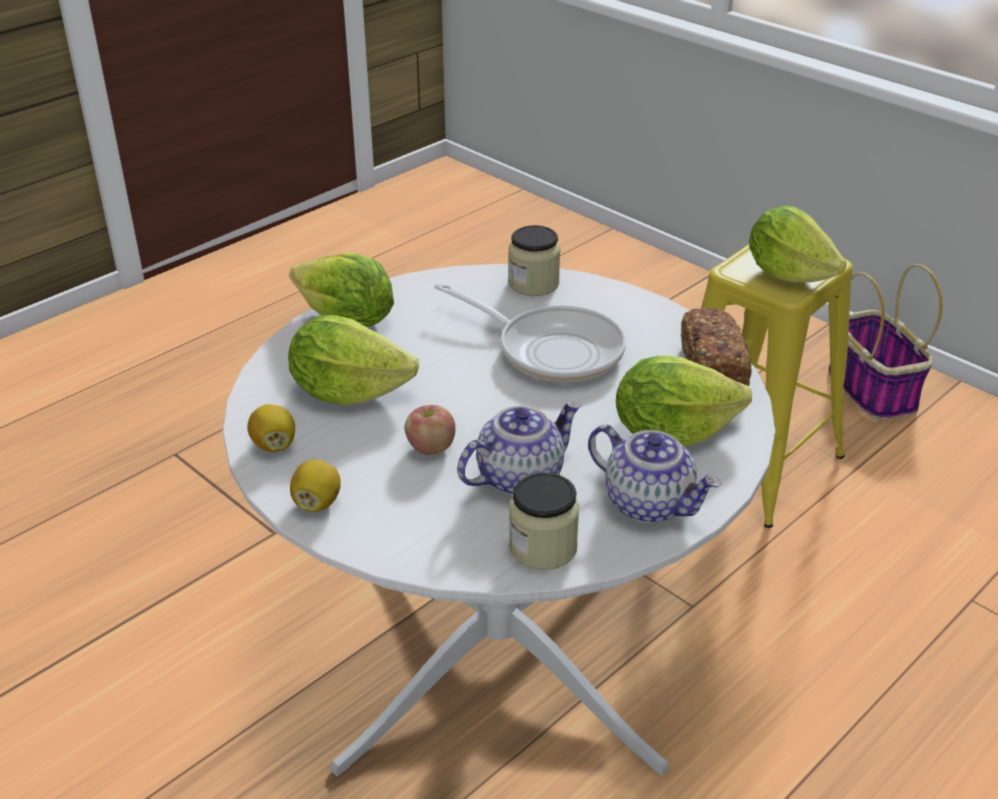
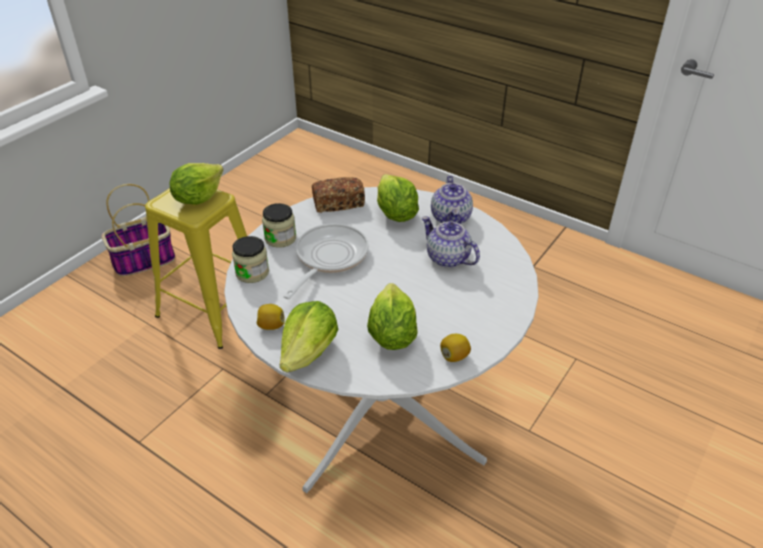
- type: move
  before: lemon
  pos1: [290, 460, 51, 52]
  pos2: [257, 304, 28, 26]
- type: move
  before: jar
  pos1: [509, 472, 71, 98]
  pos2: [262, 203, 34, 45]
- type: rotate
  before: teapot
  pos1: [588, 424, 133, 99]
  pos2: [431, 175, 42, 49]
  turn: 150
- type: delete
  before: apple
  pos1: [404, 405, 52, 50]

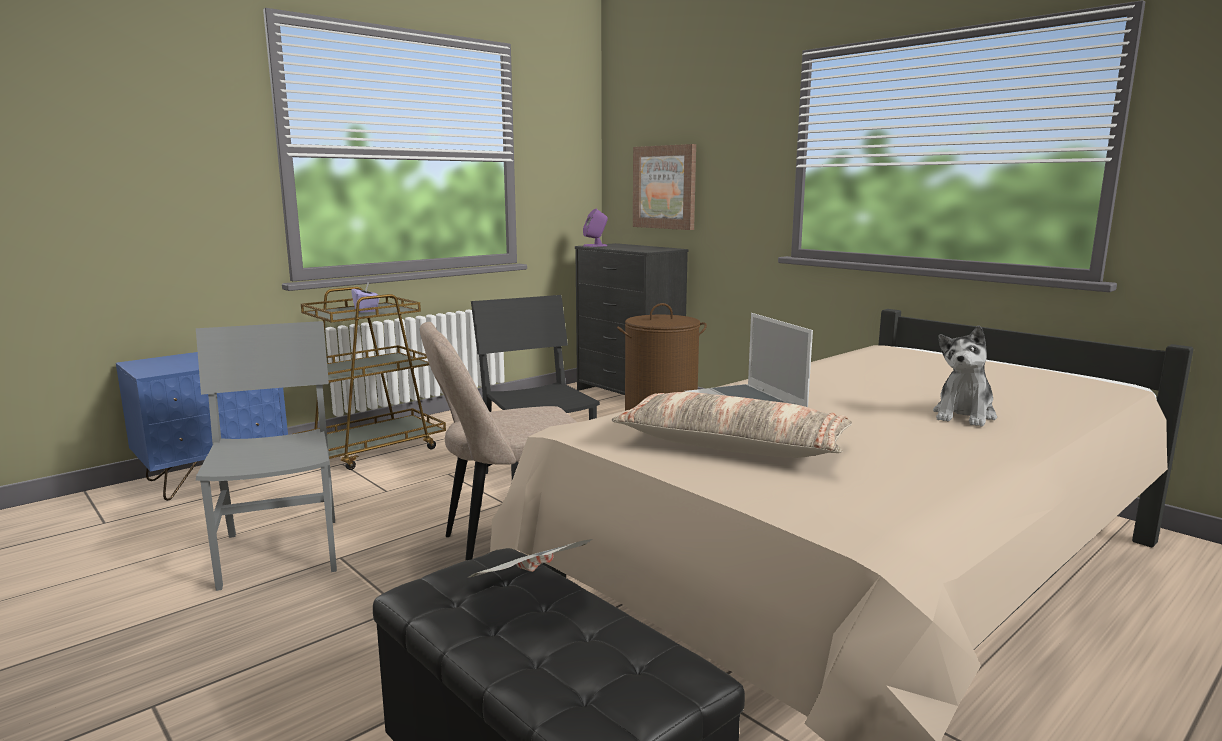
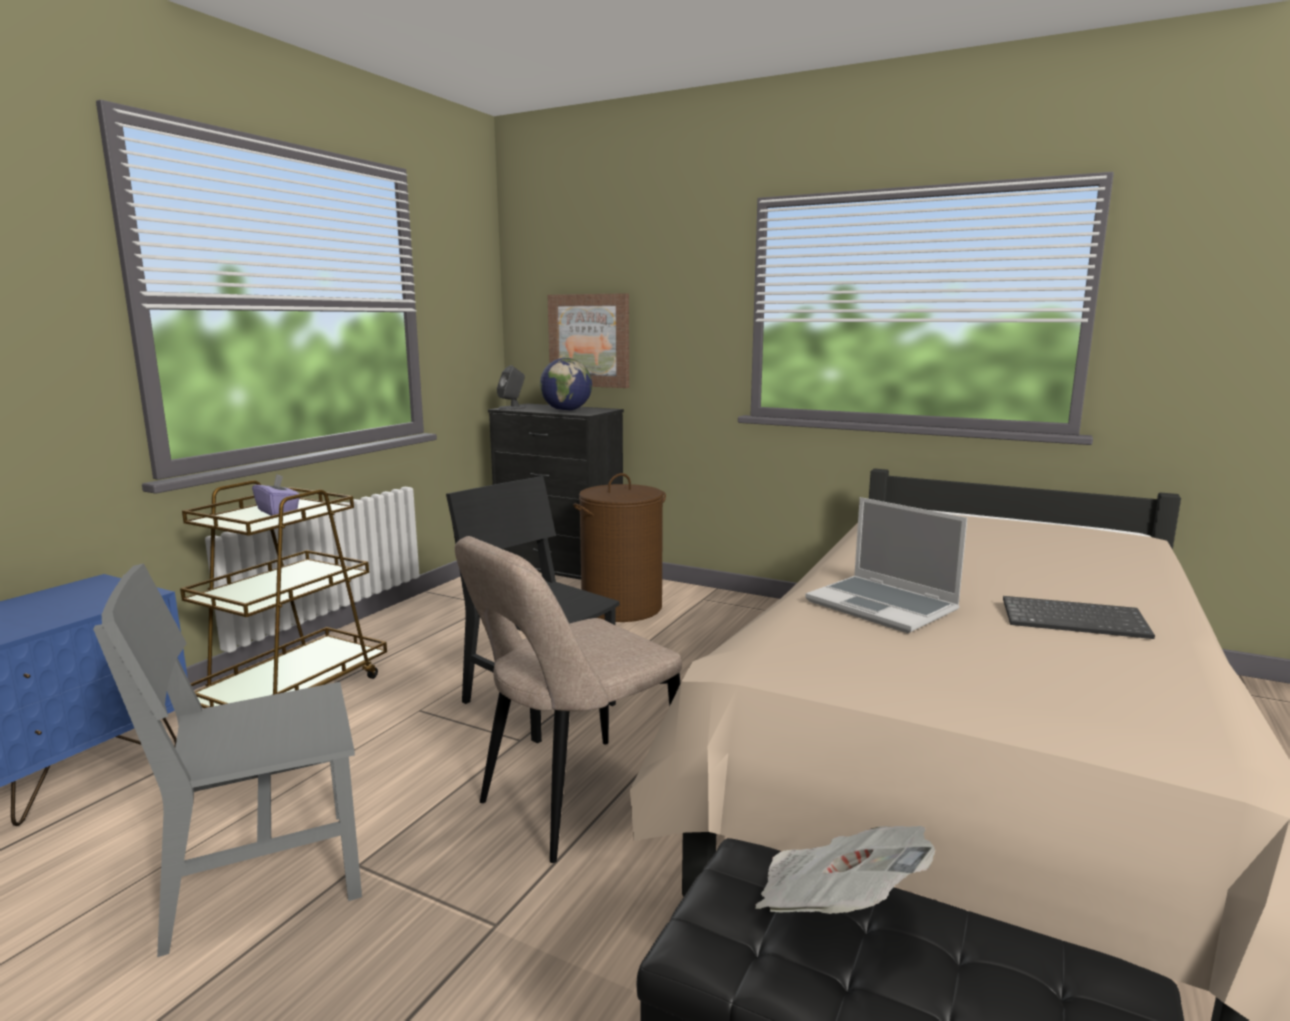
- type: rotate
  before: grey chair
  pos1: [196, 321, 141, 270]
  pos2: [93, 563, 269, 394]
  turn: -75
- type: recolor
  before: purple speaker
  after: grey speaker
  pos1: [583, 209, 25, 38]
  pos2: [497, 365, 29, 45]
- type: insert
  after: globe
  pos2: [540, 358, 52, 53]
- type: insert
  after: keyboard
  pos2: [1003, 596, 152, 43]
- type: delete
  before: pillow
  pos1: [612, 392, 240, 66]
- type: delete
  before: plush toy
  pos1: [933, 325, 64, 102]

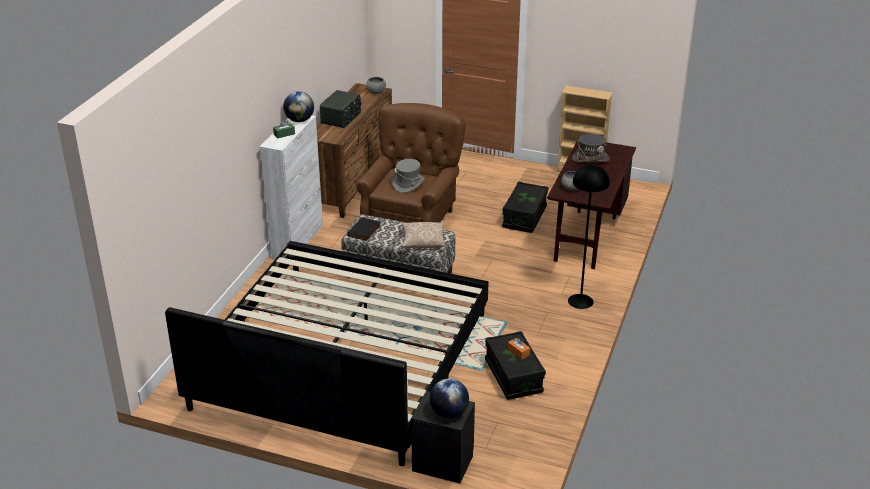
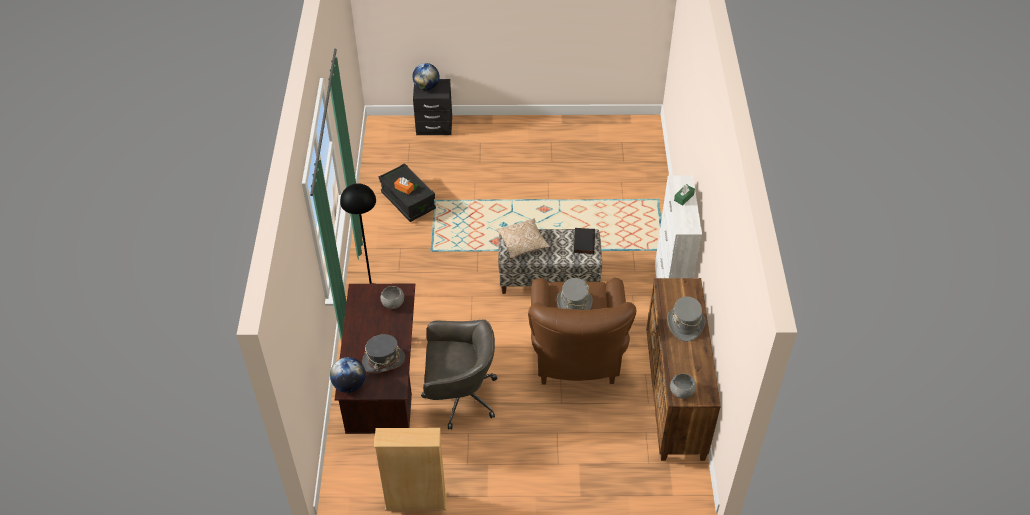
- type: move
  before: globe
  pos1: [283, 91, 31, 31]
  pos2: [330, 357, 36, 36]
- type: replace
  before: black storage box
  after: grey office chair
  pos1: [502, 181, 47, 52]
  pos2: [421, 319, 76, 111]
- type: replace
  before: radio
  after: grey hat
  pos1: [320, 90, 41, 38]
  pos2: [667, 296, 38, 46]
- type: delete
  before: bed
  pos1: [165, 241, 323, 225]

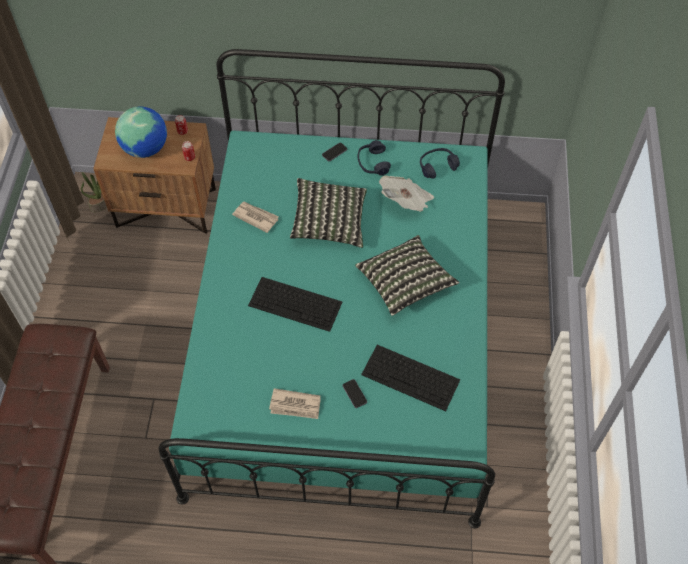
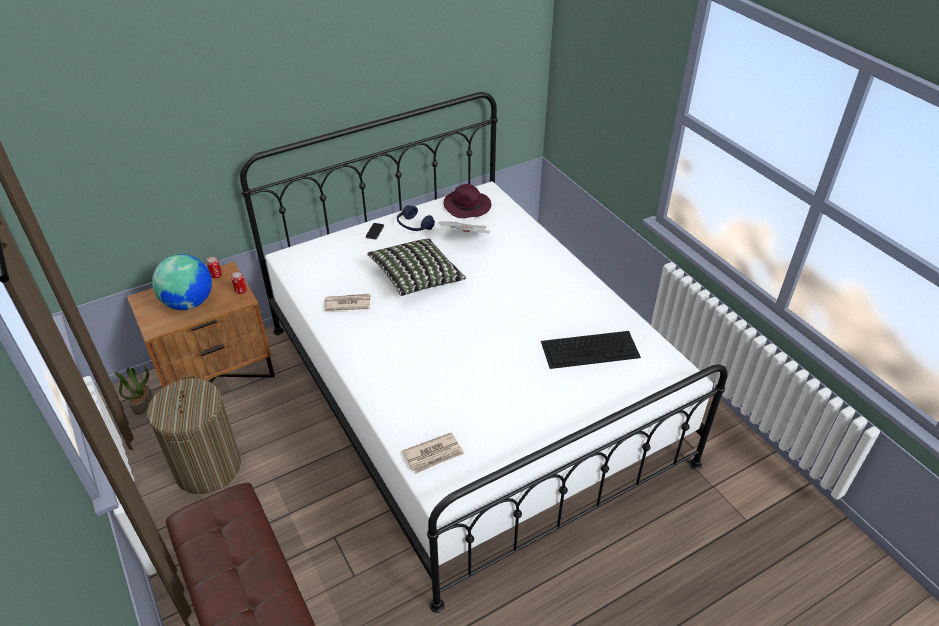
- type: insert
  after: laundry basket
  pos2: [147, 375, 94, 119]
- type: recolor
  before: turquoise bed
  after: white bed
  pos1: [158, 49, 347, 479]
  pos2: [240, 92, 488, 521]
- type: move
  before: newspaper
  pos1: [269, 388, 52, 31]
  pos2: [402, 432, 62, 42]
- type: replace
  before: blue headphones
  after: purple hat
  pos1: [420, 148, 40, 31]
  pos2: [443, 184, 48, 34]
- type: delete
  before: keyboard
  pos1: [248, 277, 94, 55]
- type: delete
  before: phone
  pos1: [343, 379, 24, 29]
- type: delete
  before: pillow
  pos1: [355, 235, 104, 81]

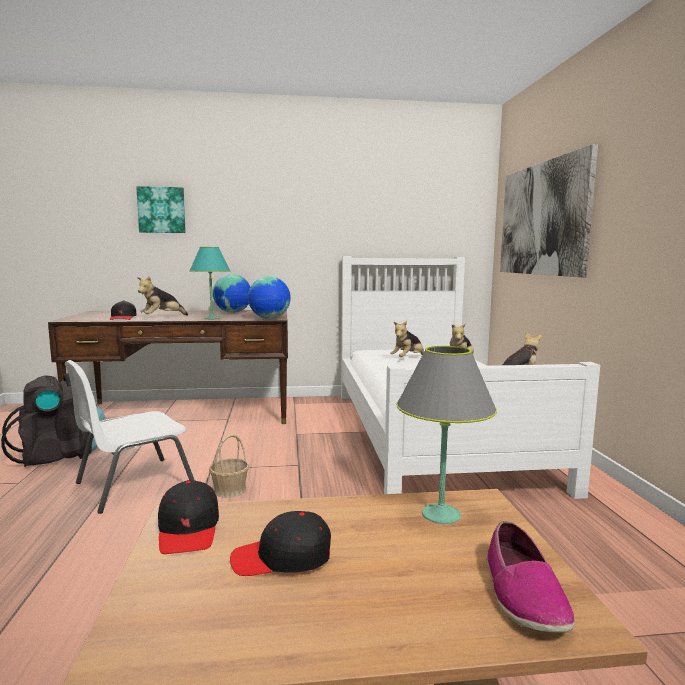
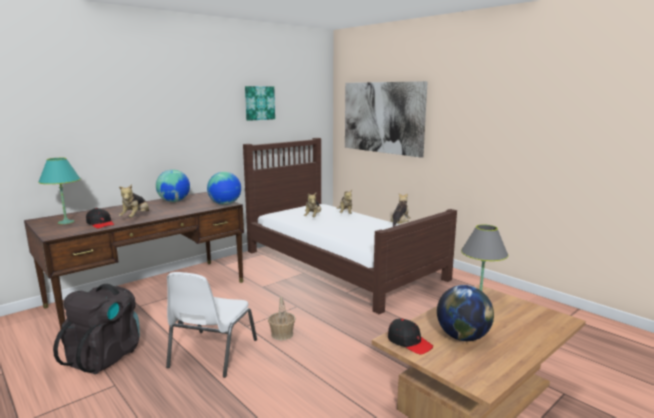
- type: move
  before: turquoise table lamp
  pos1: [190, 247, 40, 72]
  pos2: [38, 158, 43, 66]
- type: recolor
  before: white bed
  after: brown bed
  pos1: [341, 256, 259, 243]
  pos2: [243, 138, 214, 176]
- type: move
  before: picture
  pos1: [136, 186, 50, 47]
  pos2: [245, 86, 30, 35]
- type: replace
  before: black cap
  after: globe
  pos1: [230, 511, 101, 65]
  pos2: [437, 285, 57, 56]
- type: delete
  before: shoe
  pos1: [486, 521, 89, 112]

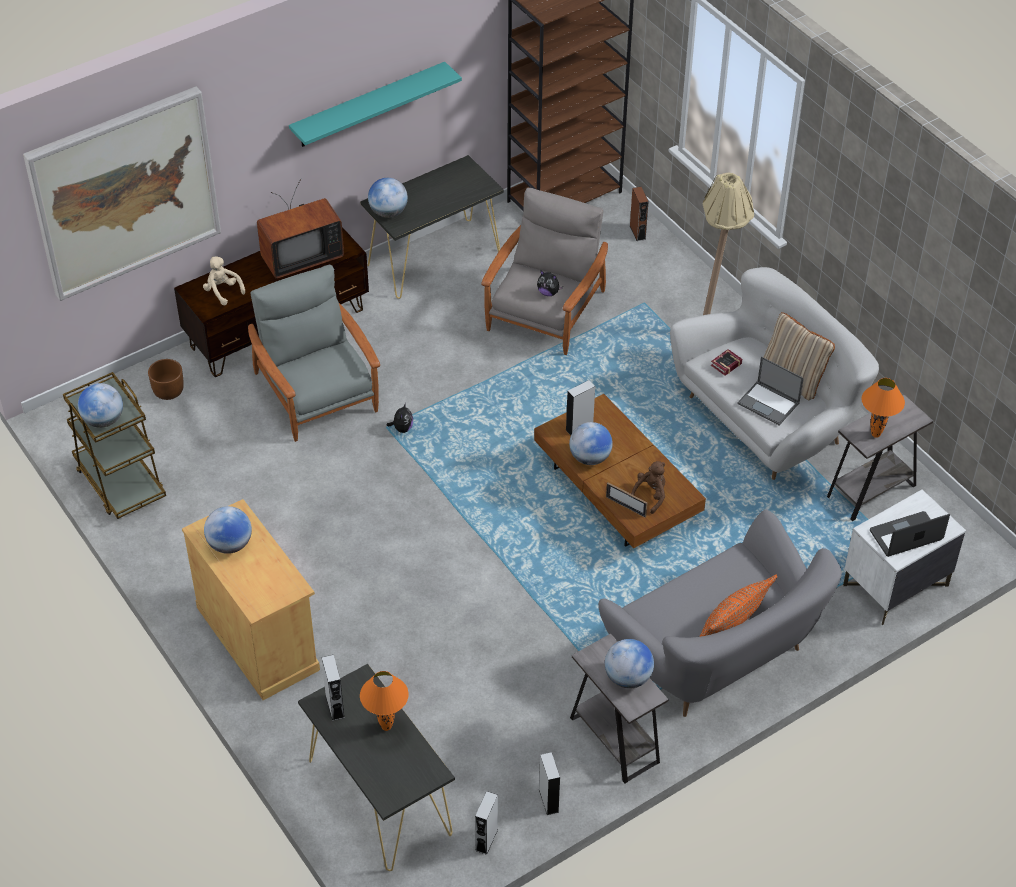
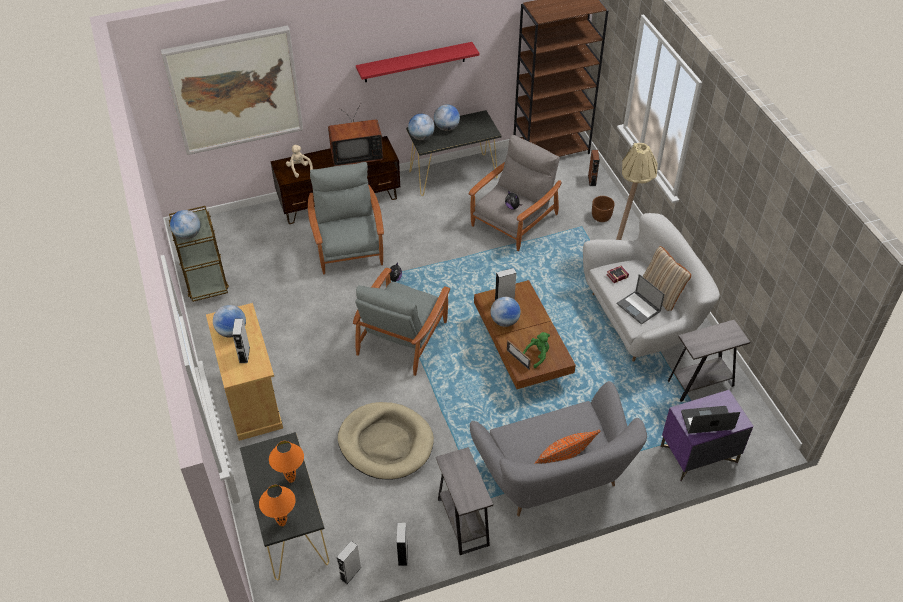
- type: move
  before: grey speaker
  pos1: [321, 655, 24, 66]
  pos2: [232, 318, 18, 45]
- type: move
  before: orange table lamp
  pos1: [862, 378, 43, 60]
  pos2: [259, 485, 36, 41]
- type: insert
  after: beige dog bed
  pos2: [338, 402, 96, 78]
- type: insert
  after: grey armchair
  pos2: [353, 268, 97, 108]
- type: recolor
  before: turquoise shelf
  after: red shelf
  pos1: [289, 62, 173, 85]
  pos2: [356, 42, 123, 40]
- type: move
  before: globe
  pos1: [605, 639, 49, 50]
  pos2: [434, 104, 26, 27]
- type: recolor
  before: brown plush toy
  after: green plush toy
  pos1: [631, 461, 34, 53]
  pos2: [523, 332, 27, 36]
- type: move
  before: brown planter
  pos1: [148, 359, 36, 41]
  pos2: [592, 196, 23, 26]
- type: recolor
  before: white nightstand
  after: purple nightstand
  pos1: [843, 490, 123, 135]
  pos2: [660, 390, 94, 91]

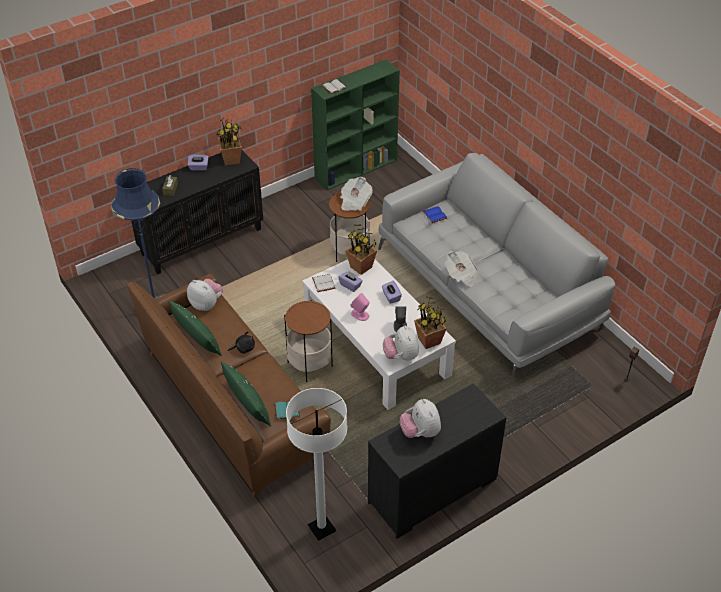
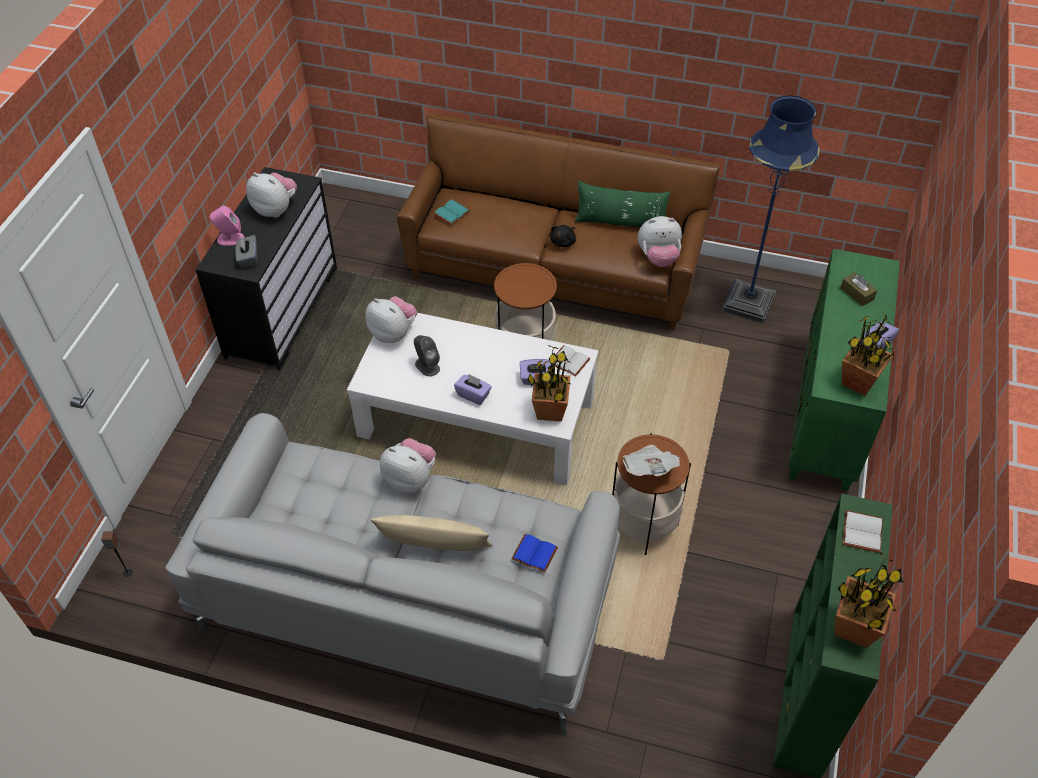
- type: move
  before: pink speaker
  pos1: [351, 293, 18, 28]
  pos2: [210, 206, 34, 40]
- type: insert
  after: grey tissue box
  pos2: [235, 235, 22, 33]
- type: insert
  after: beige pillow
  pos2: [370, 515, 123, 36]
- type: replace
  before: newspaper
  after: plush toy
  pos1: [445, 251, 34, 36]
  pos2: [380, 438, 56, 55]
- type: recolor
  before: black cabinet
  after: green cabinet
  pos1: [131, 150, 132, 125]
  pos2: [788, 249, 112, 242]
- type: move
  before: potted plant
  pos1: [414, 297, 33, 52]
  pos2: [834, 552, 70, 96]
- type: delete
  before: green pillow
  pos1: [221, 361, 50, 65]
- type: delete
  before: white floor lamp
  pos1: [286, 388, 61, 153]

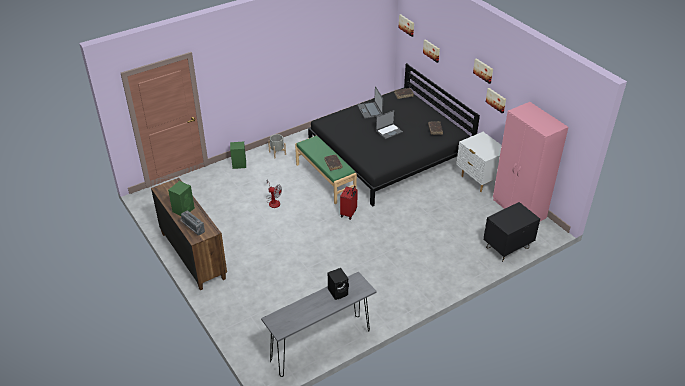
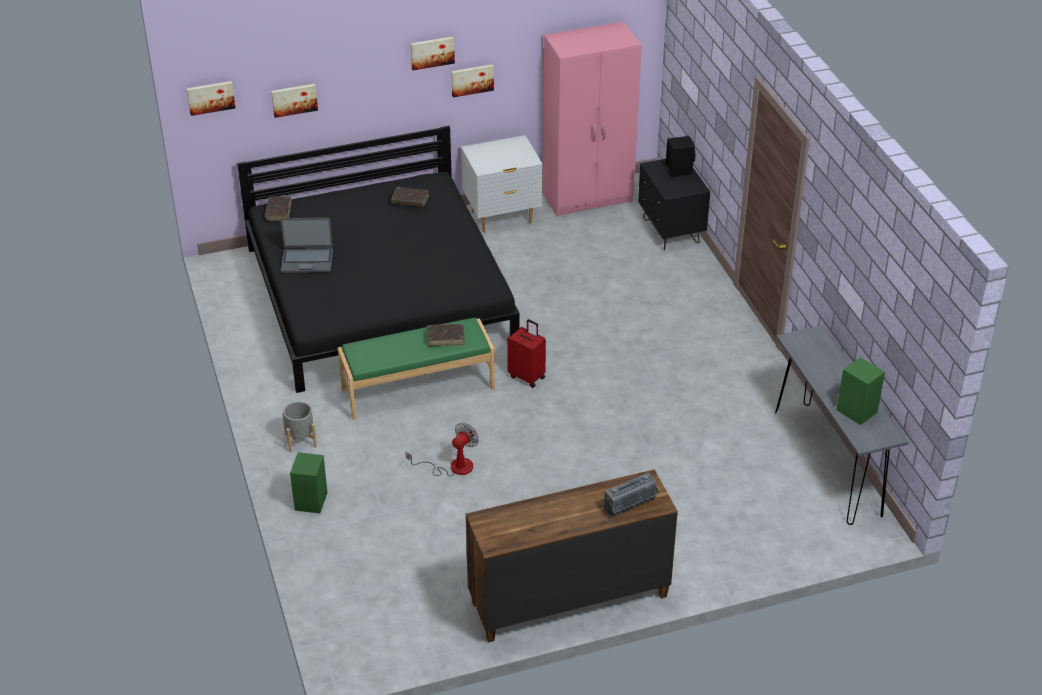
- type: move
  before: black speaker
  pos1: [328, 268, 21, 32]
  pos2: [666, 136, 30, 41]
- type: move
  before: green speaker
  pos1: [168, 181, 27, 35]
  pos2: [836, 357, 49, 68]
- type: delete
  before: laptop
  pos1: [376, 110, 27, 29]

